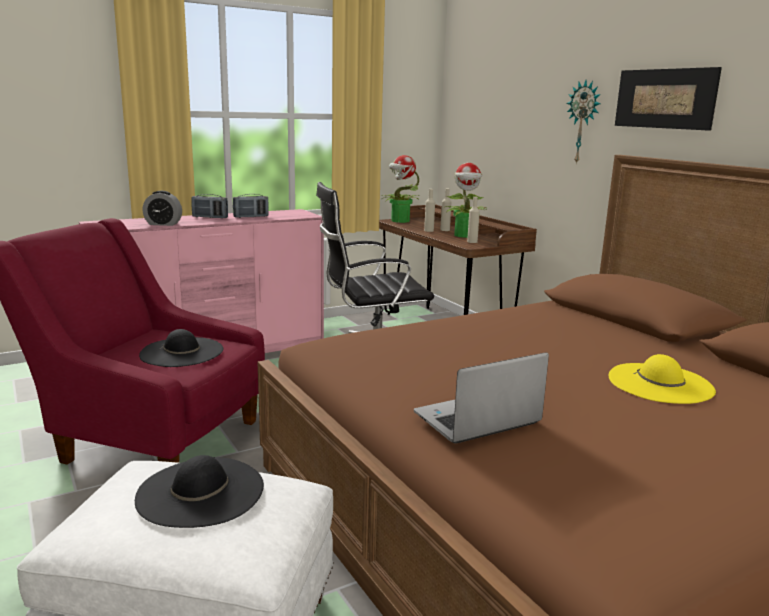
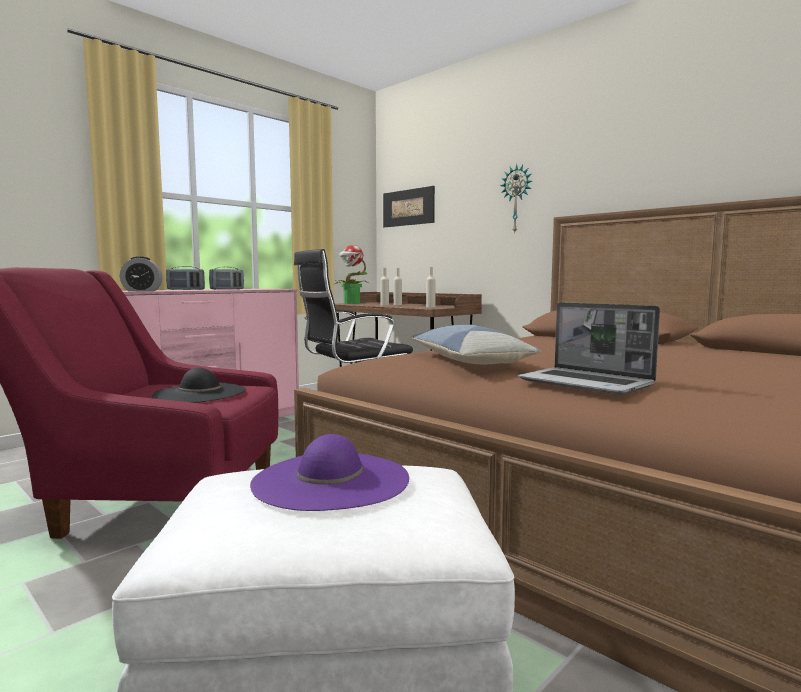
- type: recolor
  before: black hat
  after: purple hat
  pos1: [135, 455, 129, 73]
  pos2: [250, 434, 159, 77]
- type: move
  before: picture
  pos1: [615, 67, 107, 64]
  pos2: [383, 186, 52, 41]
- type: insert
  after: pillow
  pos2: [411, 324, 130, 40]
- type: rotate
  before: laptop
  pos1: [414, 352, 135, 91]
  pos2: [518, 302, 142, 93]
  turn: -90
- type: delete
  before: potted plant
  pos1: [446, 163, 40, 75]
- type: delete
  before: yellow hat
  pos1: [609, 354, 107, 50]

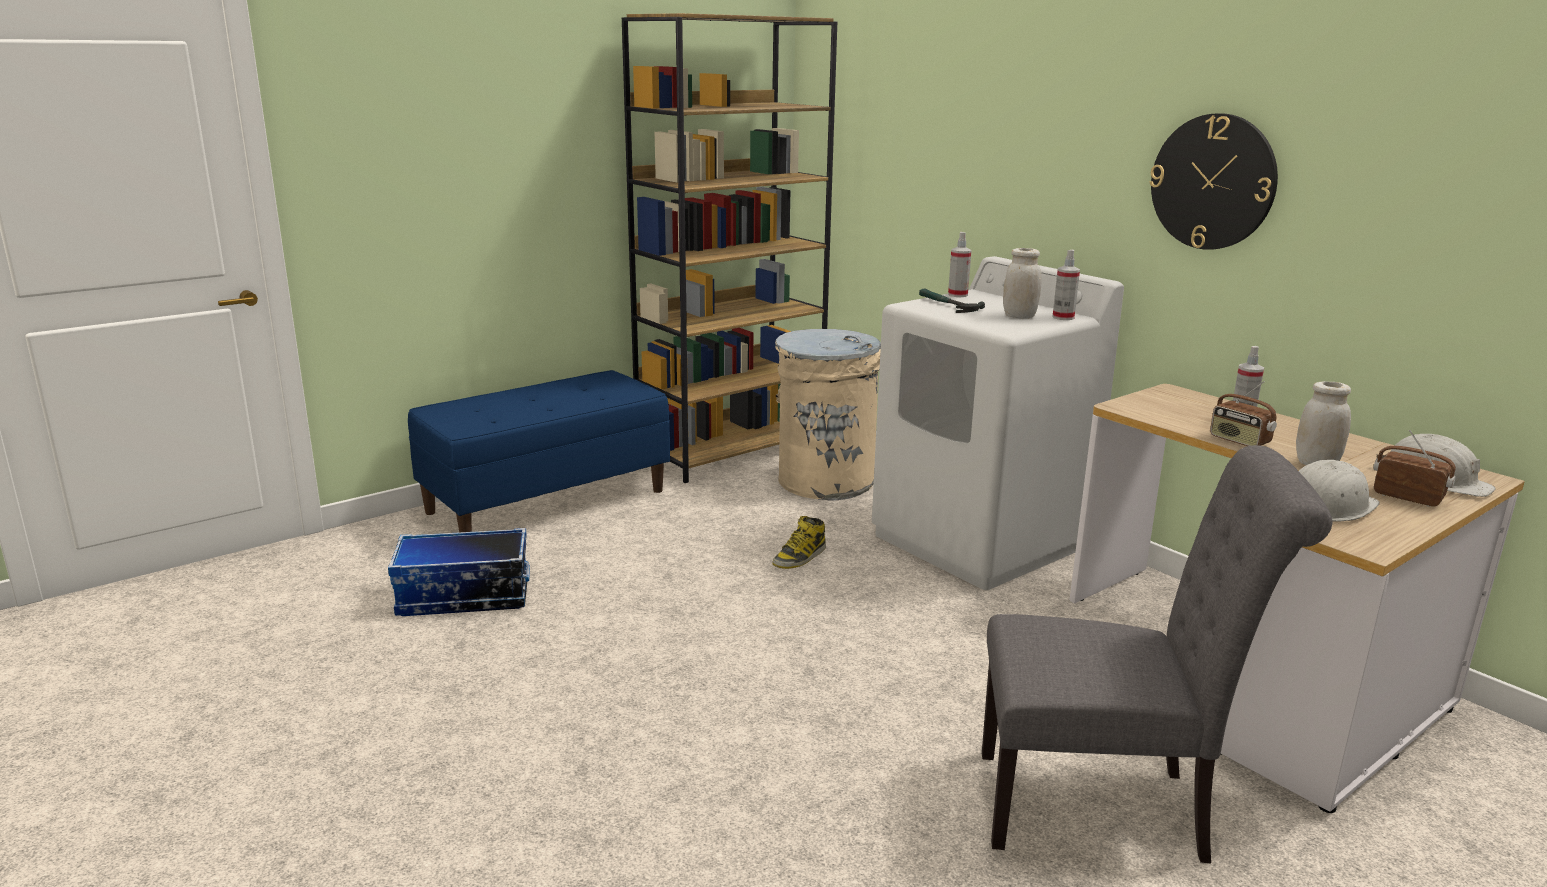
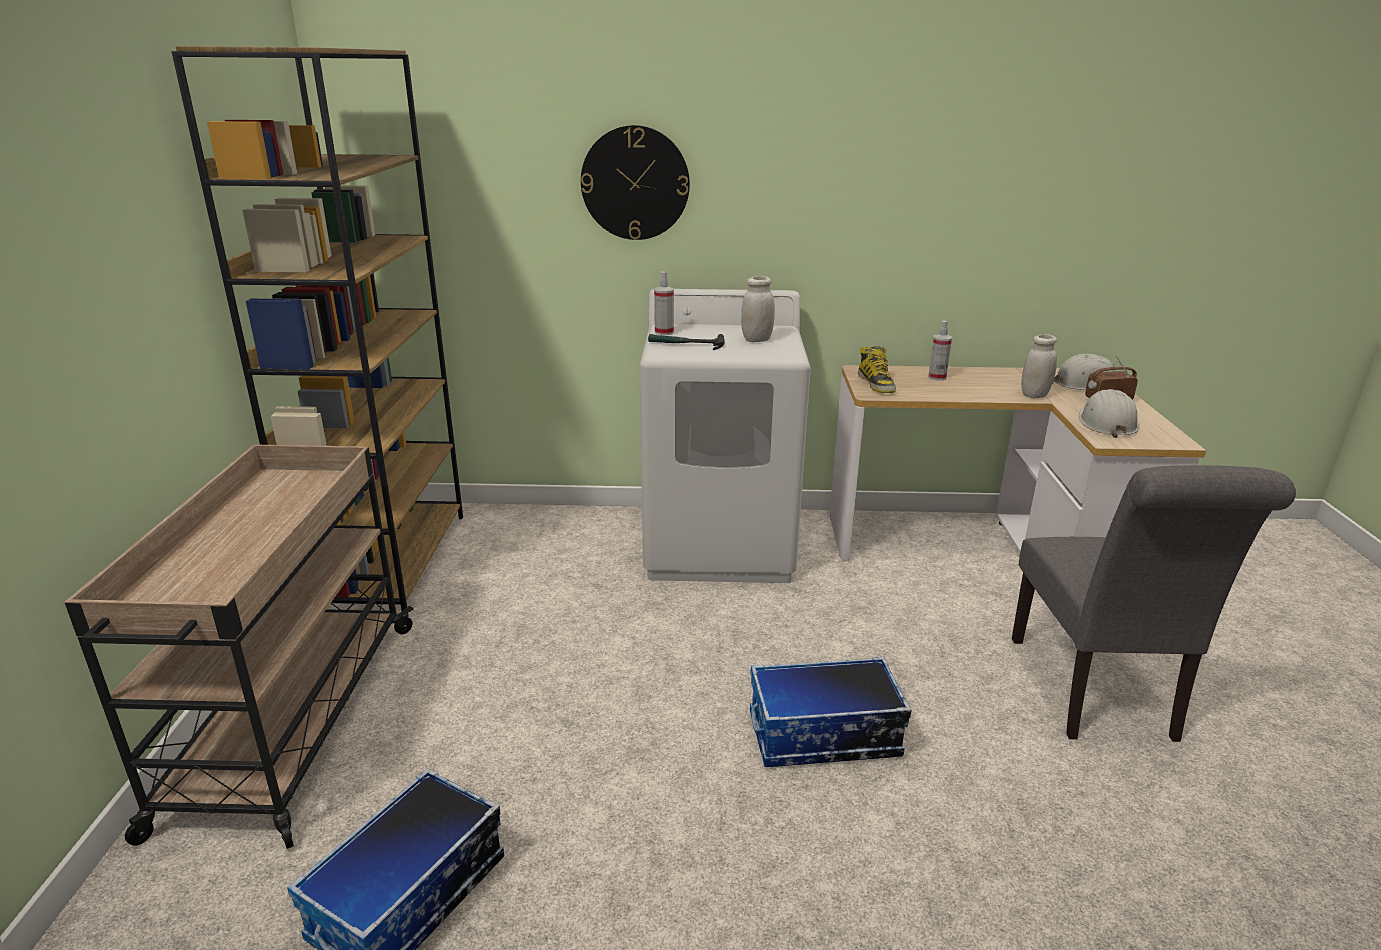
- type: replace
  before: blue bench
  after: beige cart
  pos1: [408, 370, 262, 162]
  pos2: [65, 444, 349, 405]
- type: move
  before: wall clock
  pos1: [1149, 113, 129, 137]
  pos2: [581, 125, 109, 115]
- type: insert
  after: storage box
  pos2: [750, 657, 161, 110]
- type: move
  before: boot
  pos1: [772, 516, 54, 53]
  pos2: [858, 346, 38, 47]
- type: rotate
  before: grey chair
  pos1: [982, 445, 350, 419]
  pos2: [1012, 465, 284, 277]
  turn: 135
- type: delete
  before: beige trash can
  pos1: [775, 329, 106, 171]
- type: delete
  before: spray bottle
  pos1: [1052, 250, 28, 70]
- type: delete
  before: radio
  pos1: [1210, 381, 67, 65]

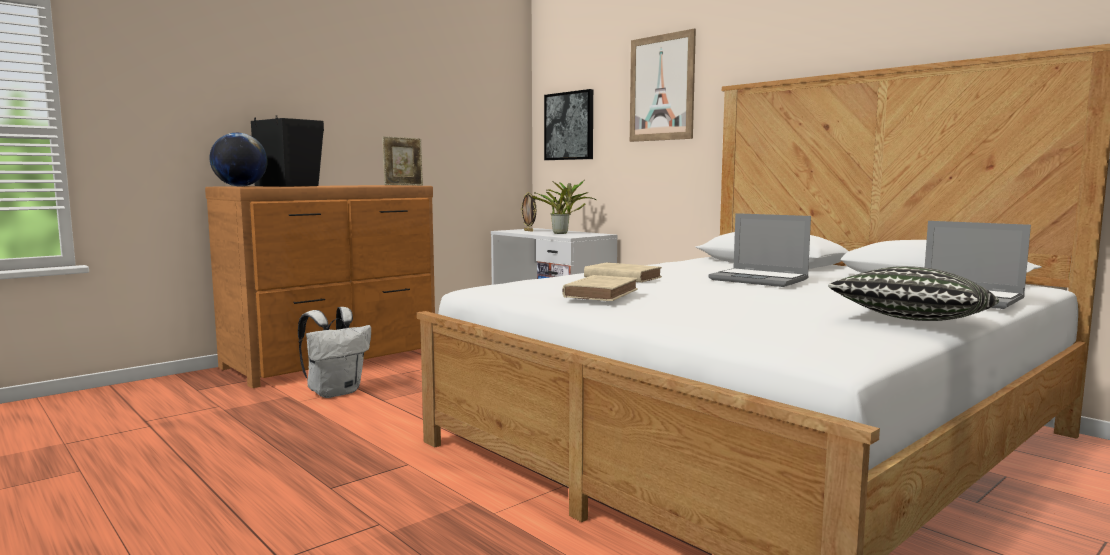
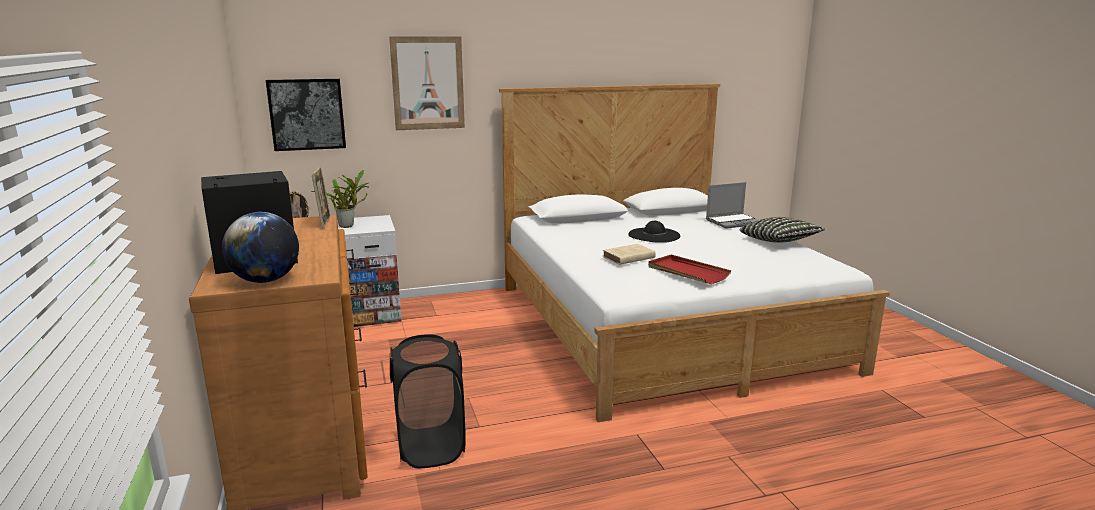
- type: replace
  before: white backpack
  after: black laundry basket
  pos1: [298, 307, 73, 91]
  pos2: [390, 334, 76, 134]
- type: replace
  before: laptop
  after: black hat
  pos1: [709, 213, 102, 74]
  pos2: [628, 221, 52, 22]
- type: replace
  before: beige book
  after: red tray
  pos1: [562, 275, 76, 26]
  pos2: [648, 255, 83, 29]

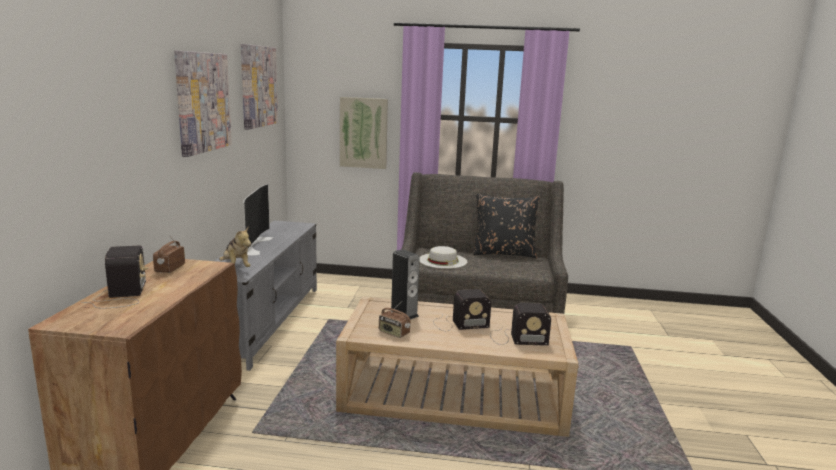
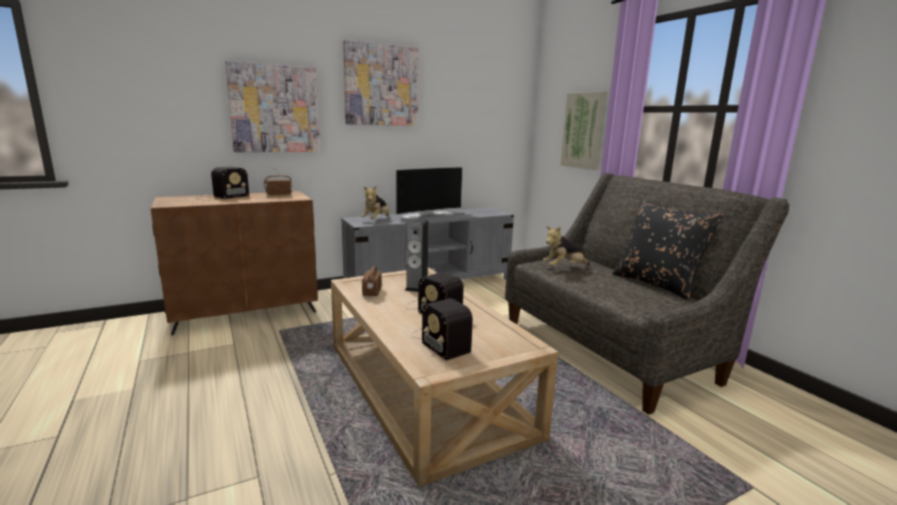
- type: move
  before: picture
  pos1: [241, 44, 37, 86]
  pos2: [225, 61, 95, 91]
- type: replace
  before: white hat
  after: plush toy
  pos1: [419, 246, 48, 23]
  pos2: [543, 226, 47, 40]

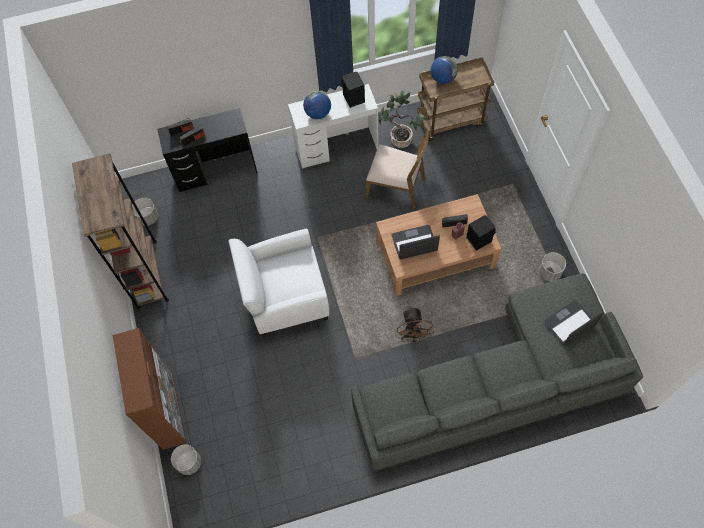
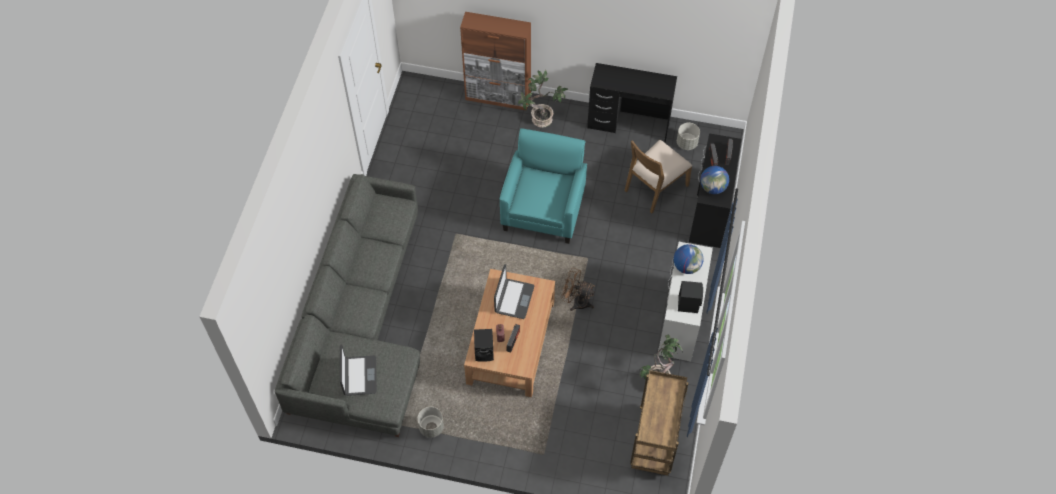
- type: recolor
  before: white armchair
  after: turquoise armchair
  pos1: [228, 229, 101, 108]
  pos2: [500, 129, 87, 115]
- type: insert
  after: potted plant
  pos2: [518, 69, 50, 59]
- type: move
  before: brown fan
  pos1: [397, 307, 37, 36]
  pos2: [561, 268, 34, 43]
- type: replace
  before: brown bookcase
  after: black desk
  pos1: [72, 153, 97, 157]
  pos2: [587, 63, 90, 80]
- type: move
  before: brown chair
  pos1: [365, 130, 64, 79]
  pos2: [624, 140, 68, 73]
- type: move
  before: globe
  pos1: [431, 56, 27, 28]
  pos2: [700, 166, 29, 28]
- type: delete
  before: grey planter
  pos1: [171, 445, 30, 30]

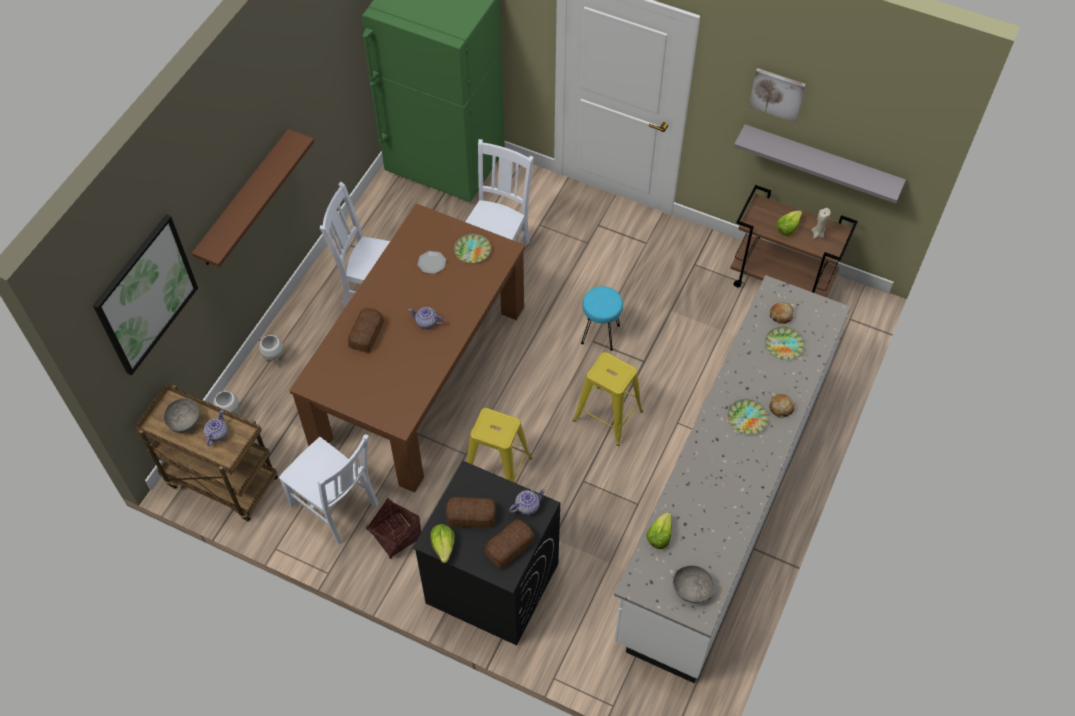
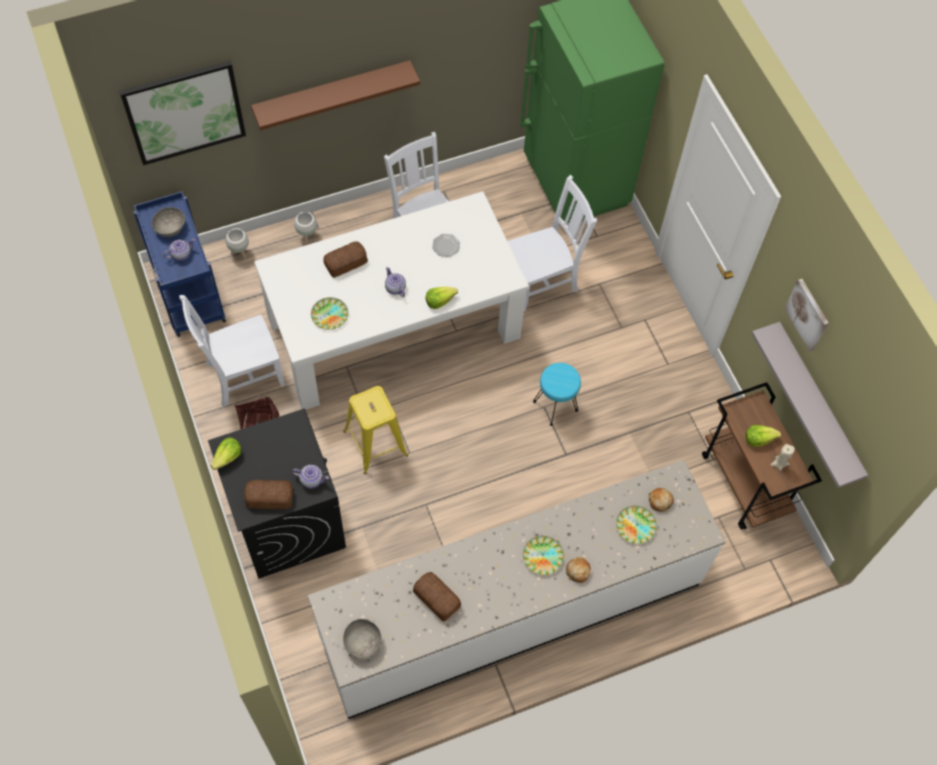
- type: recolor
  before: brown cart
  after: blue cart
  pos1: [134, 384, 144, 138]
  pos2: [133, 191, 93, 146]
- type: rotate
  before: white chair
  pos1: [279, 434, 100, 111]
  pos2: [179, 295, 106, 112]
  turn: 75
- type: recolor
  before: brown dining table
  after: white dining table
  pos1: [289, 203, 236, 290]
  pos2: [254, 191, 275, 219]
- type: move
  before: plate
  pos1: [454, 234, 37, 29]
  pos2: [311, 297, 37, 33]
- type: move
  before: bread
  pos1: [446, 497, 50, 31]
  pos2: [413, 572, 48, 50]
- type: move
  before: lettuce
  pos1: [646, 512, 25, 37]
  pos2: [426, 286, 32, 23]
- type: delete
  before: yellow stool
  pos1: [573, 352, 70, 94]

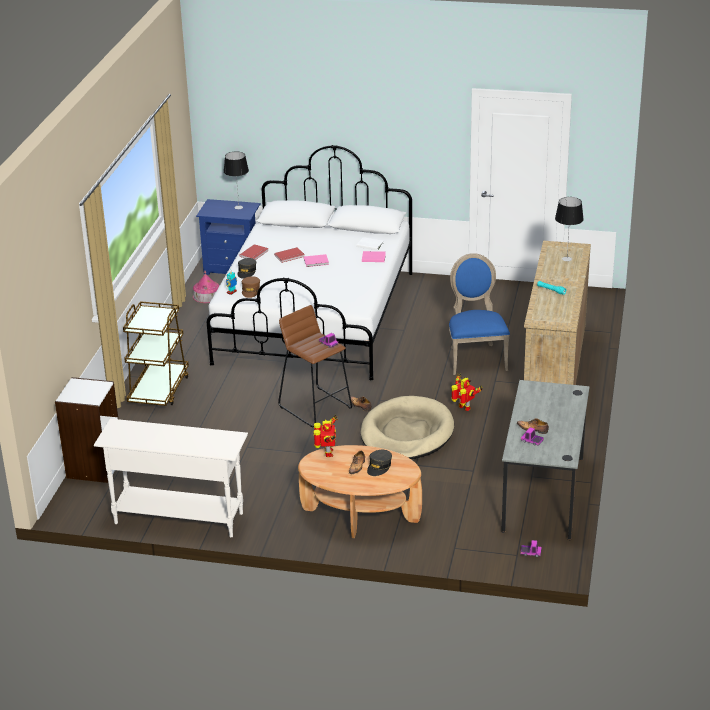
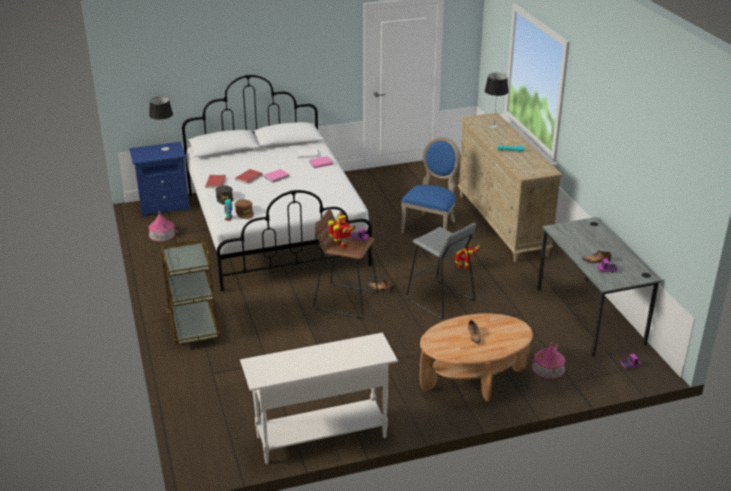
- type: move
  before: toy robot
  pos1: [314, 414, 24, 43]
  pos2: [328, 211, 27, 37]
- type: rotate
  before: blue chair
  pos1: [449, 253, 61, 122]
  pos2: [401, 137, 60, 97]
  turn: 60
- type: replace
  before: beige dog bed
  after: grey stool
  pos1: [361, 396, 93, 63]
  pos2: [407, 223, 69, 96]
- type: insert
  after: toy house
  pos2: [531, 342, 34, 37]
- type: delete
  before: white bookcase
  pos1: [55, 377, 63, 106]
- type: delete
  before: grey cap
  pos1: [367, 450, 25, 26]

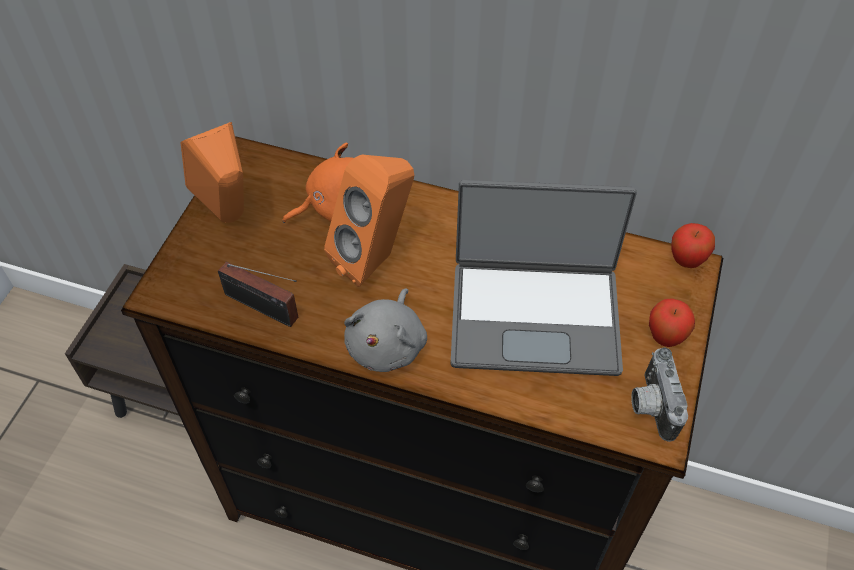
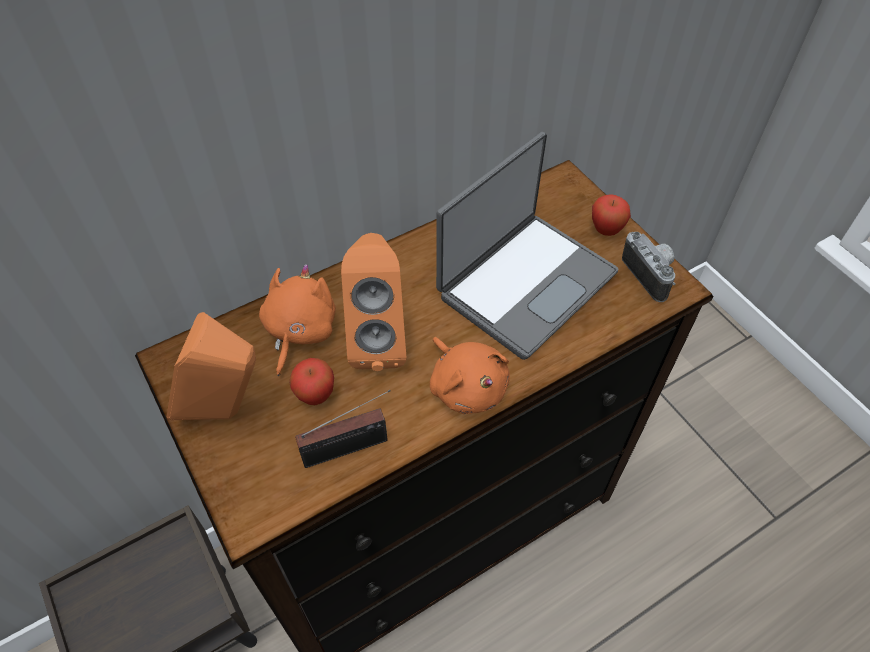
- type: move
  before: apple
  pos1: [671, 223, 44, 45]
  pos2: [289, 358, 45, 47]
- type: recolor
  before: grey plush toy
  after: orange plush toy
  pos1: [344, 288, 83, 84]
  pos2: [430, 337, 80, 77]
- type: rotate
  before: photo camera
  pos1: [631, 347, 57, 95]
  pos2: [622, 232, 53, 70]
  turn: -150

